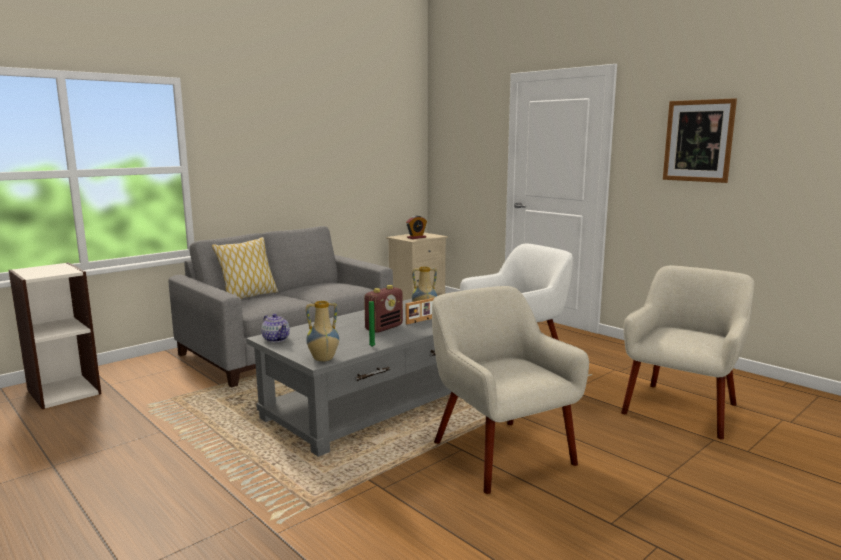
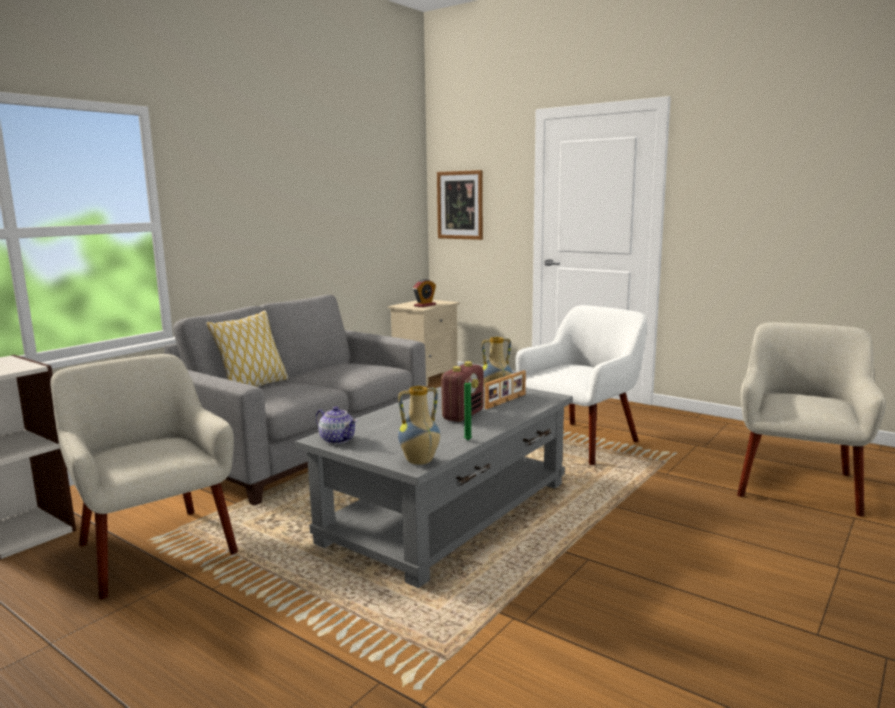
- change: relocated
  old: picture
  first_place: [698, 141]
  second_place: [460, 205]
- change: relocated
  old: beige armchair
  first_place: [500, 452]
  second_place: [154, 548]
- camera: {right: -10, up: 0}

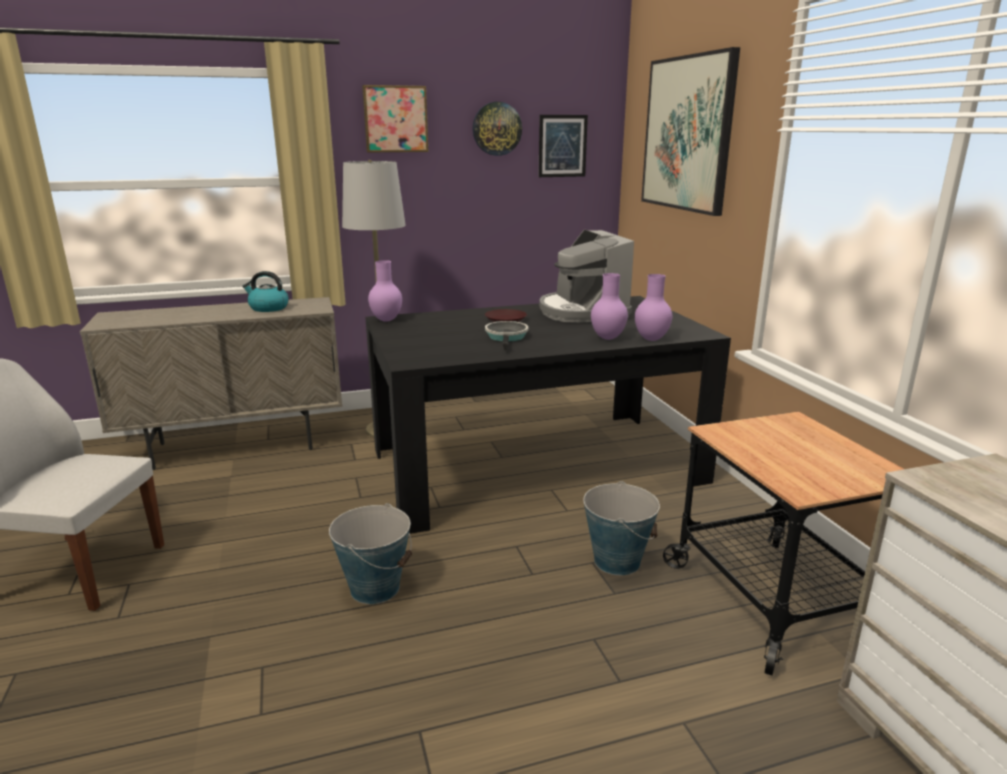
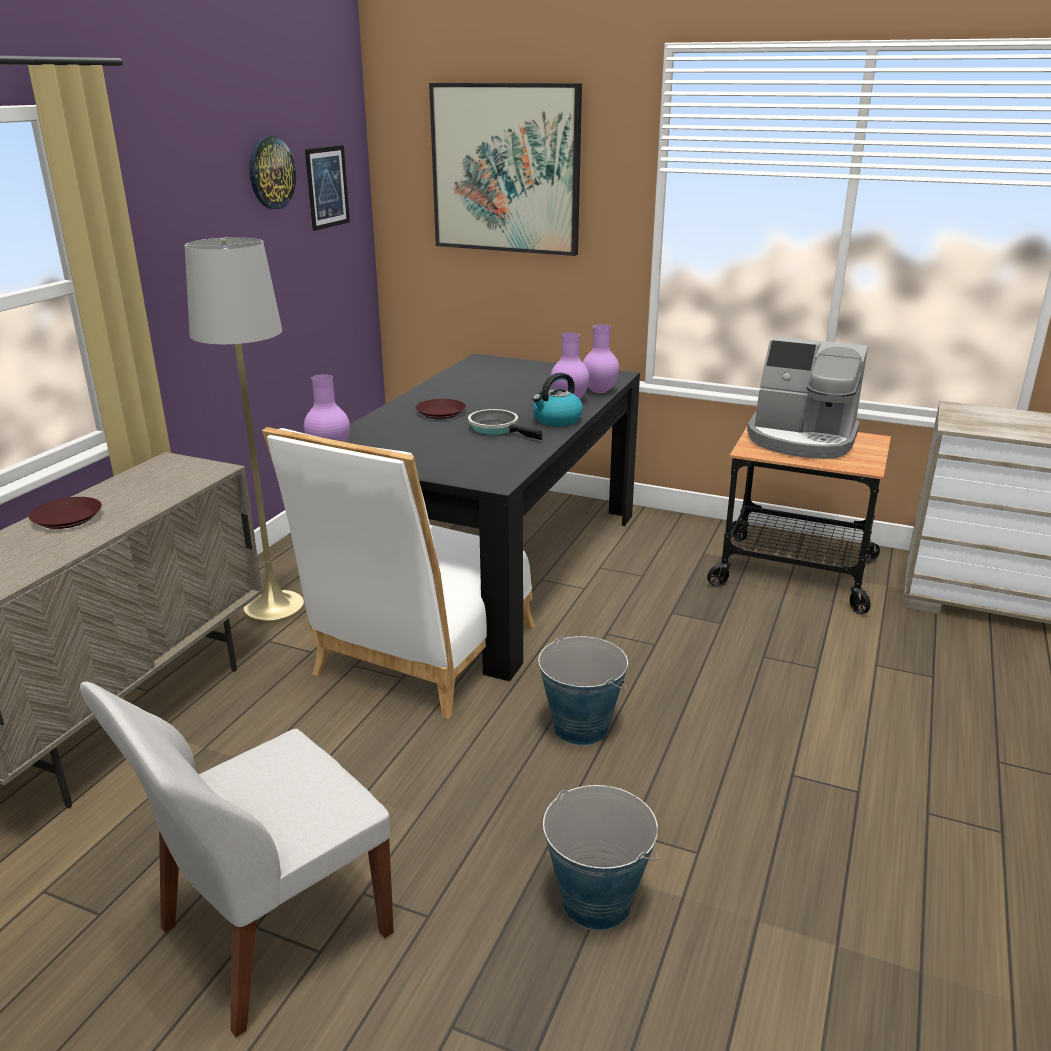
- change: missing
  old: picture
  first_place: [395, 119]
- change: relocated
  old: coffee machine
  first_place: [582, 312]
  second_place: [801, 439]
- change: relocated
  old: kettle
  first_place: [268, 308]
  second_place: [557, 420]
- change: relocated
  old: bucket
  first_place: [617, 561]
  second_place: [596, 901]
- change: appeared
  new: white chair
  second_place: [419, 656]
- change: appeared
  new: brown plate
  second_place: [67, 518]
- camera: {right: -50, up: 5}

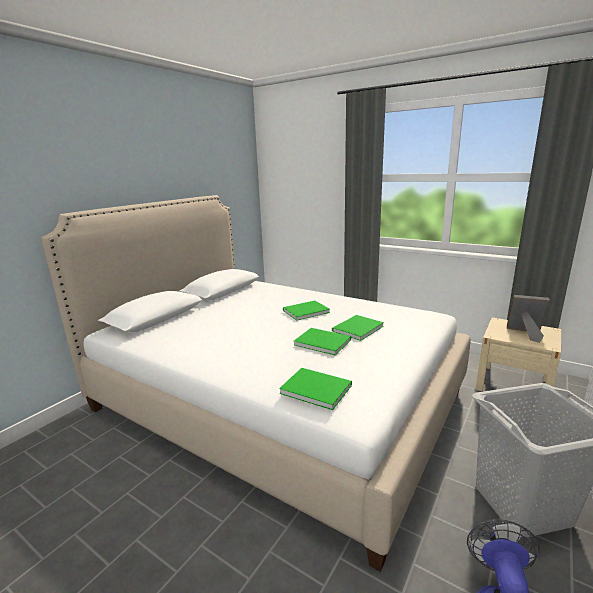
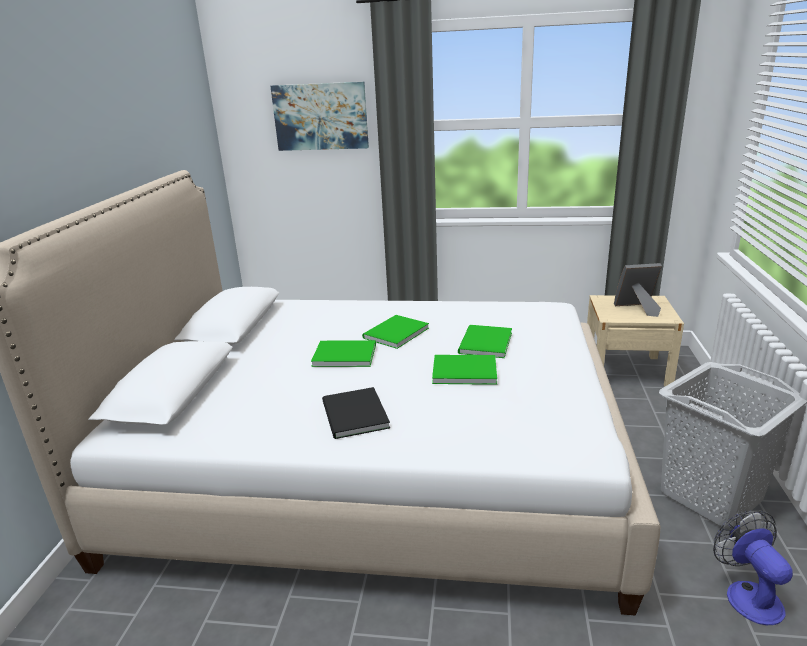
- change: relocated
  old: green book
  first_place: [315, 388]
  second_place: [343, 354]
- change: appeared
  new: picture
  second_place: [320, 116]
- change: appeared
  new: black book
  second_place: [353, 416]
- camera: {right: -25, up: 5}

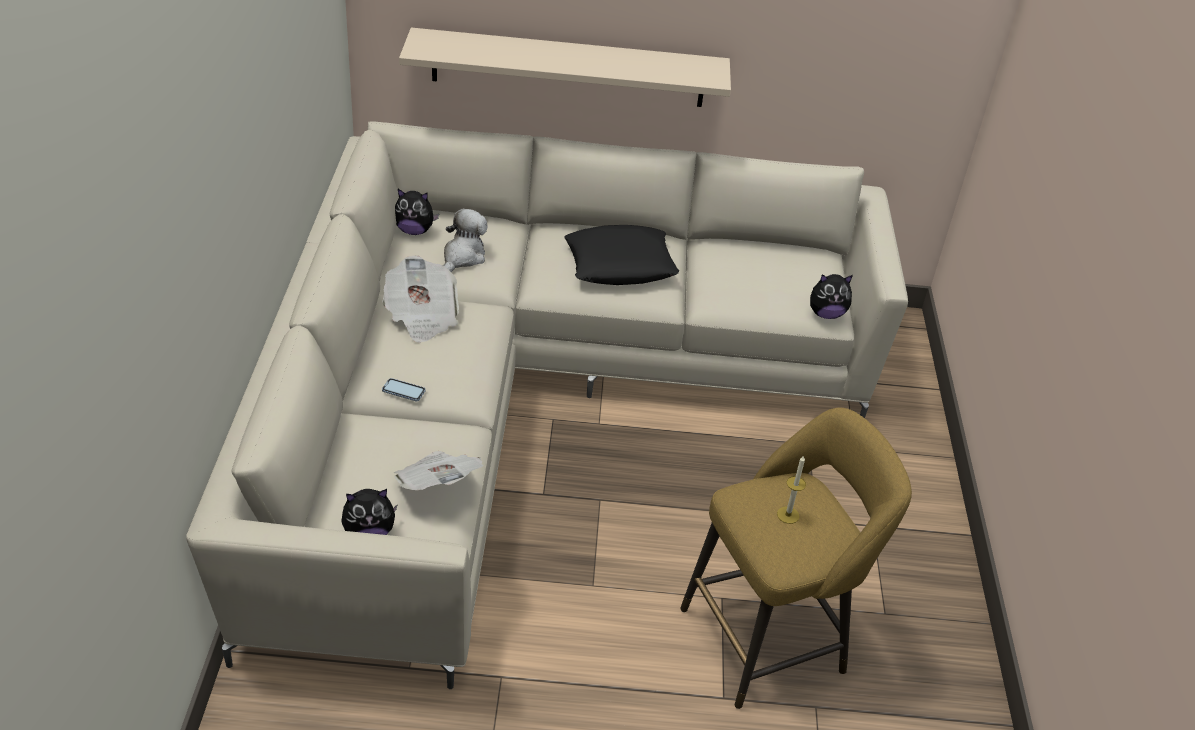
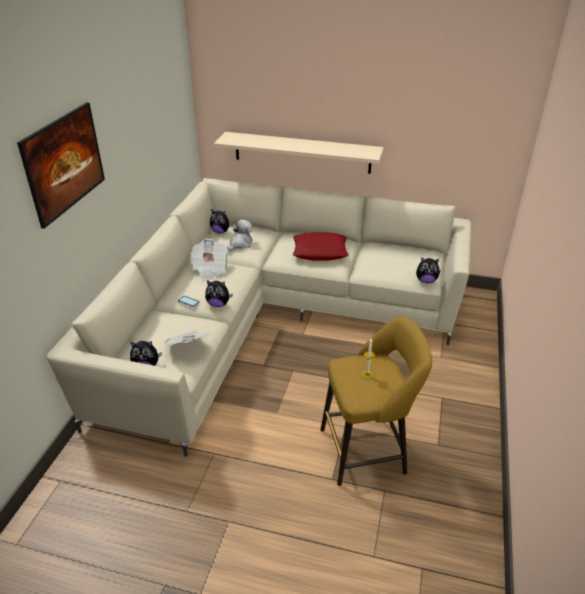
- change: colour
  old: black pillow
  new: red pillow
  first_place: [620, 264]
  second_place: [320, 251]
- change: appeared
  new: picture
  second_place: [69, 182]
- change: appeared
  new: plush toy
  second_place: [218, 304]
- camera: {right: 15, up: -5}

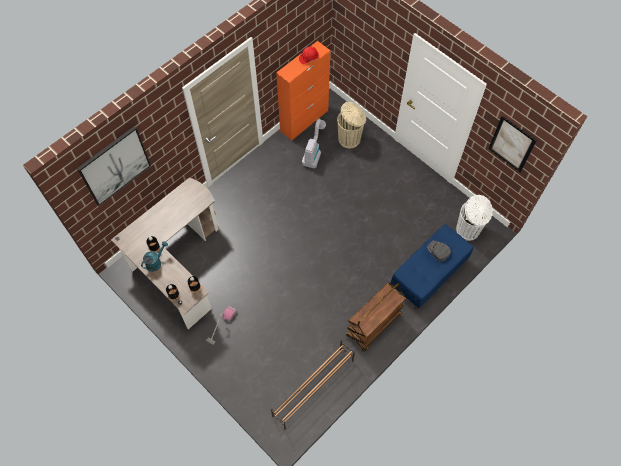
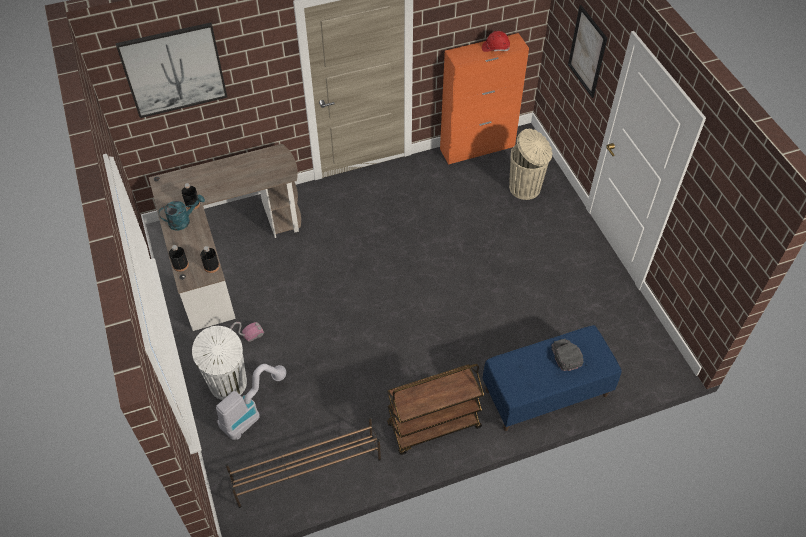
- change: relocated
  old: picture
  first_place: [511, 144]
  second_place: [587, 52]
- change: relocated
  old: vacuum cleaner
  first_place: [313, 152]
  second_place: [250, 412]
- change: relocated
  old: white trash can
  first_place: [468, 230]
  second_place: [228, 385]
- camera: {right: 25, up: -10}

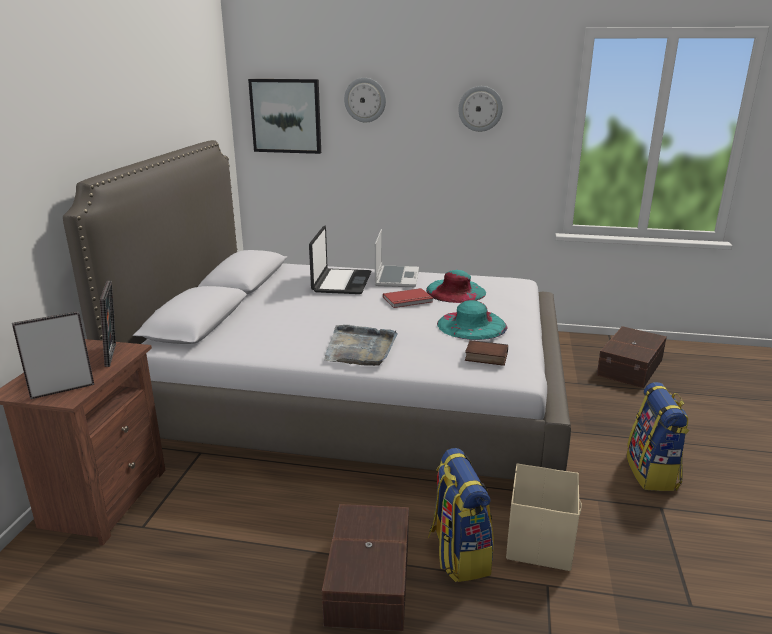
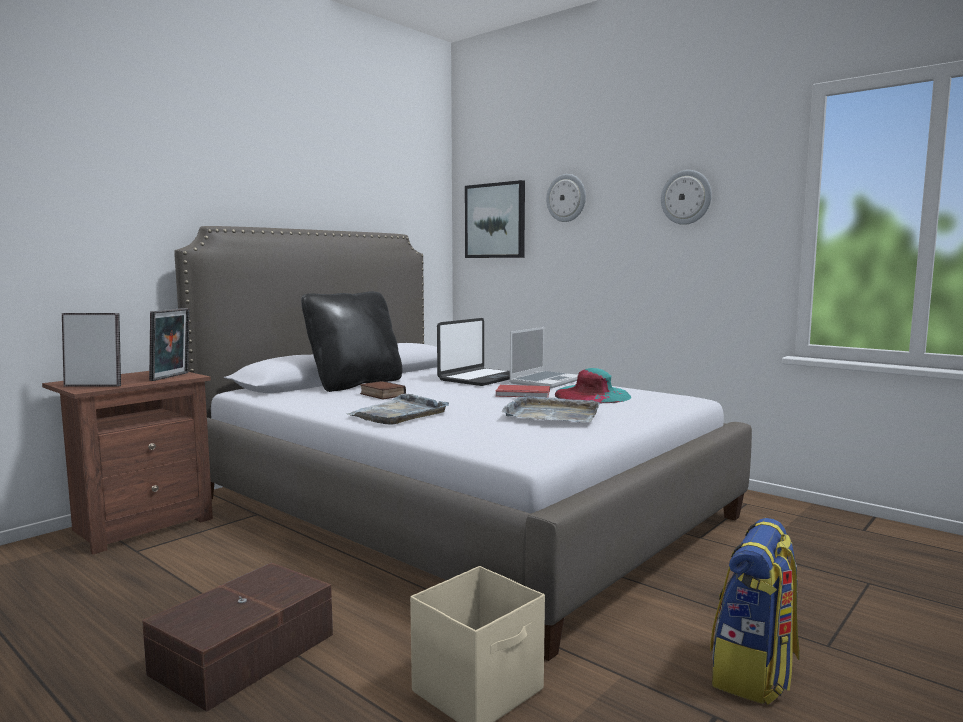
- change: exchanged
  old: turquoise hat
  new: grey tray
  first_place: [471, 325]
  second_place: [551, 414]
- change: missing
  old: brown storage box
  first_place: [631, 367]
- change: relocated
  old: book
  first_place: [485, 357]
  second_place: [381, 395]
- change: missing
  old: backpack
  first_place: [458, 554]
- change: appeared
  new: black pillow
  second_place: [355, 384]
- camera: {right: 30, up: -15}

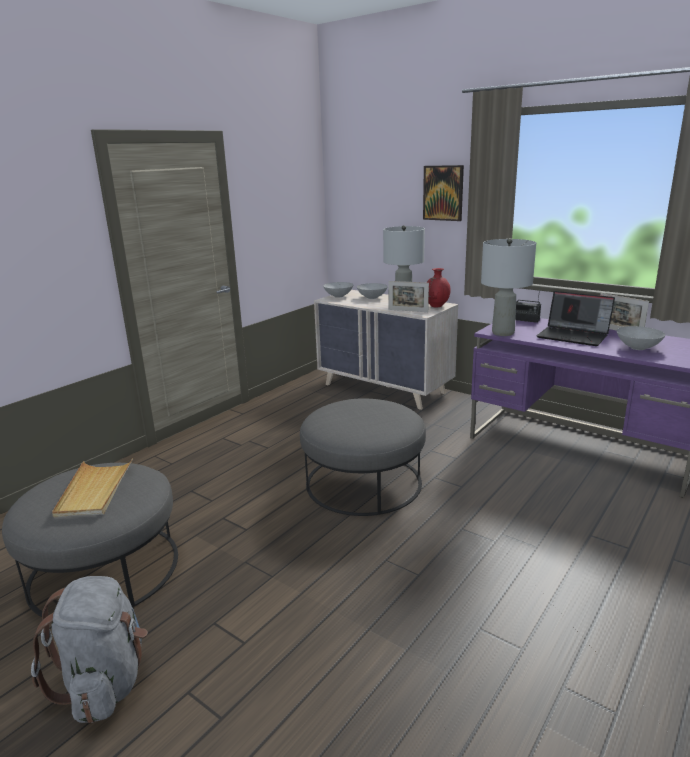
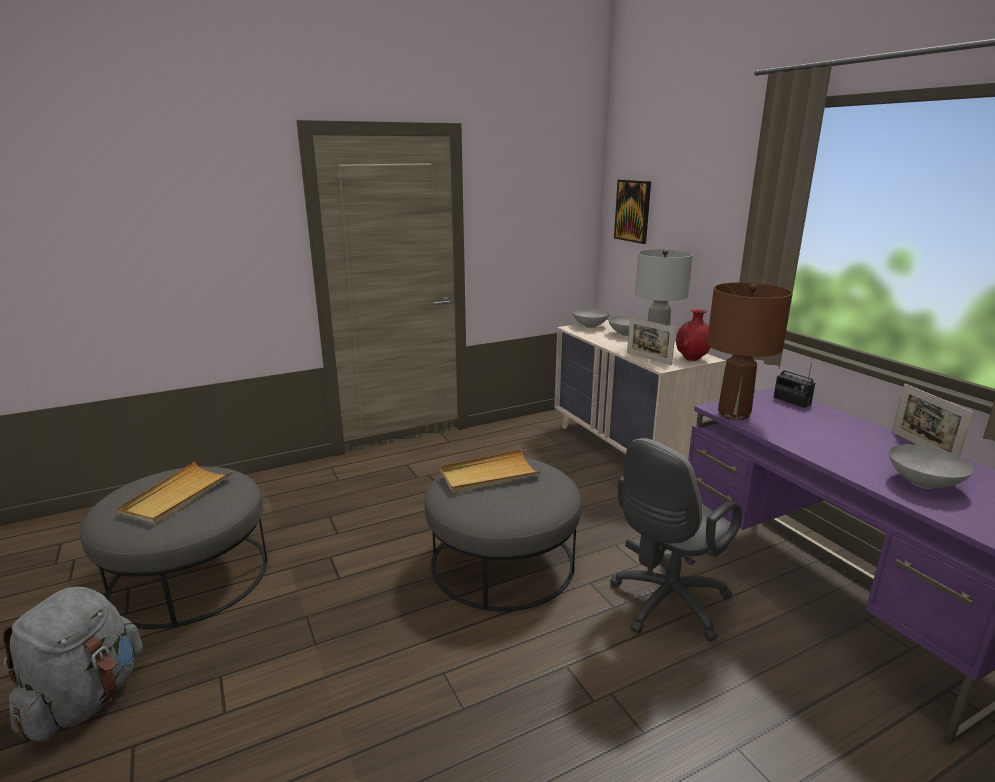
- change: relocated
  old: picture
  first_place: [443, 193]
  second_place: [633, 211]
- change: colour
  old: grey table lamp
  new: brown table lamp
  first_place: [502, 333]
  second_place: [733, 414]
- change: missing
  old: laptop
  first_place: [574, 336]
- change: appeared
  new: grey office chair
  second_place: [665, 605]
- change: appeared
  new: beige tray
  second_place: [488, 475]
- camera: {right: 25, up: 0}

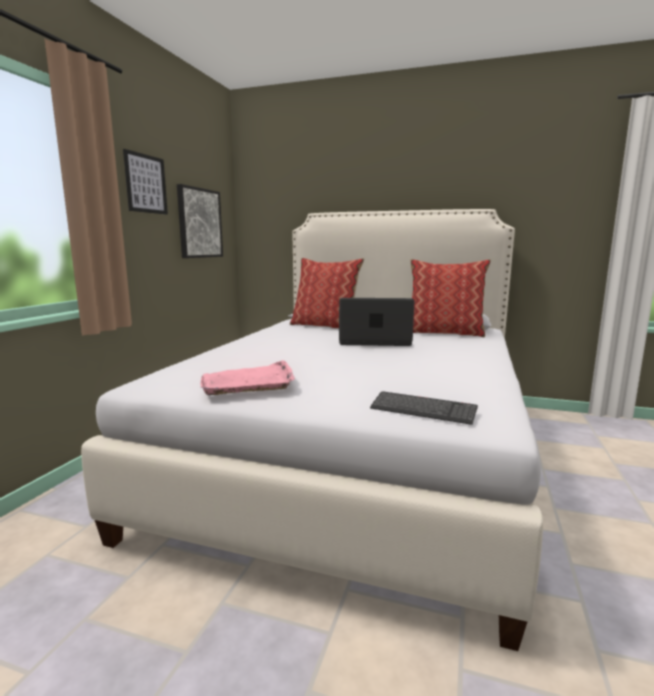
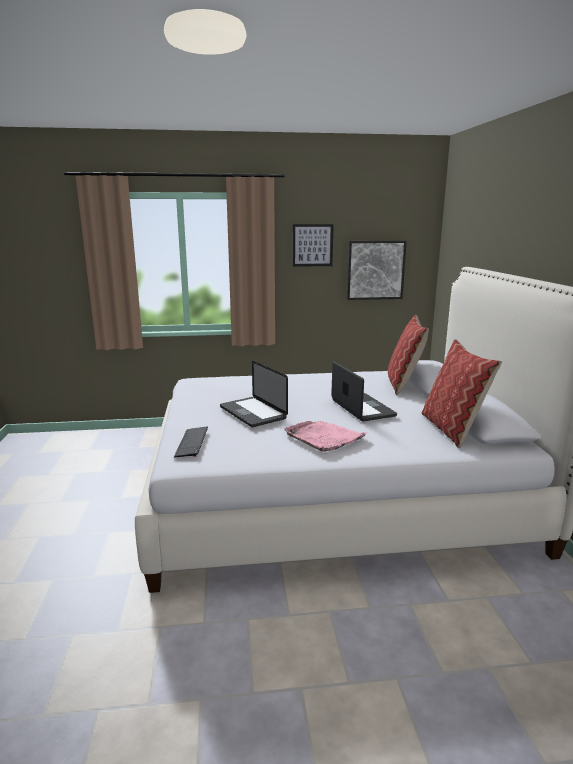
- change: relocated
  old: pink tray
  first_place: [248, 382]
  second_place: [324, 437]
- change: appeared
  new: laptop
  second_place: [252, 413]
- camera: {right: 65, up: 5}

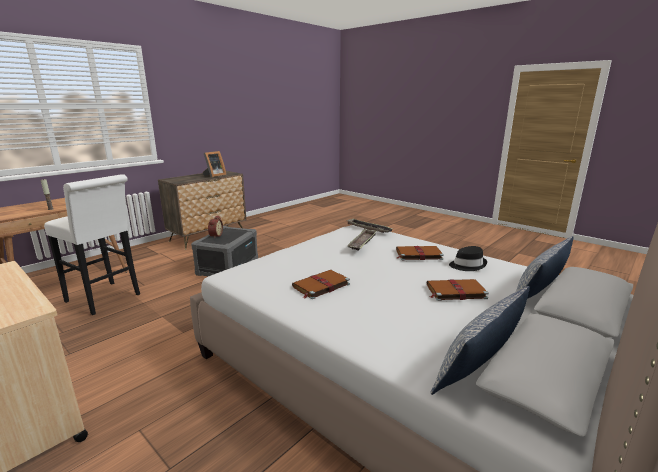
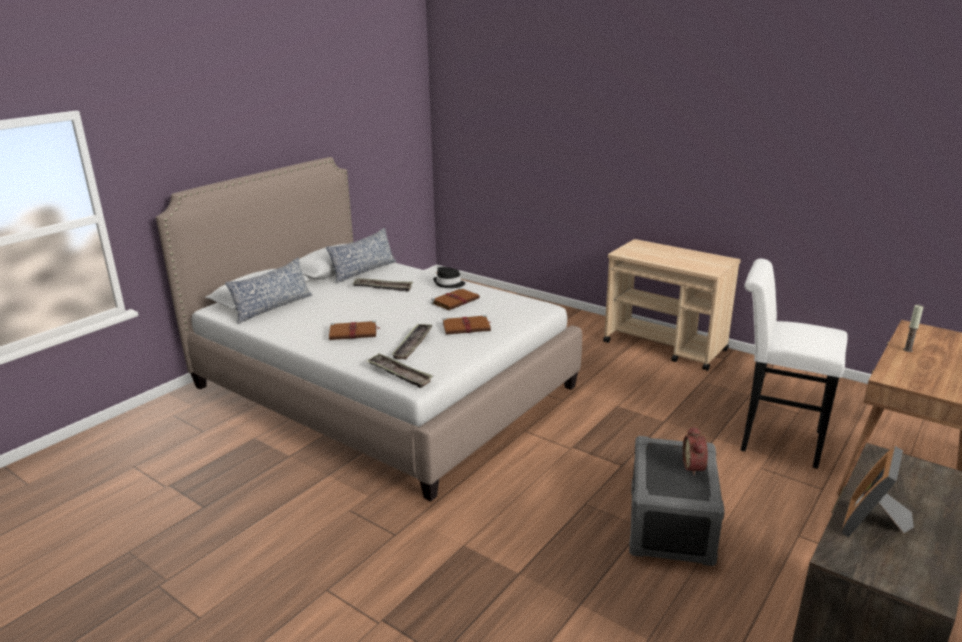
- change: relocated
  old: black hat
  first_place: [467, 265]
  second_place: [449, 284]
- change: relocated
  old: brown book
  first_place: [455, 291]
  second_place: [467, 327]
- change: appeared
  new: tray
  second_place: [383, 287]
- camera: {right: 175, up: 5}

